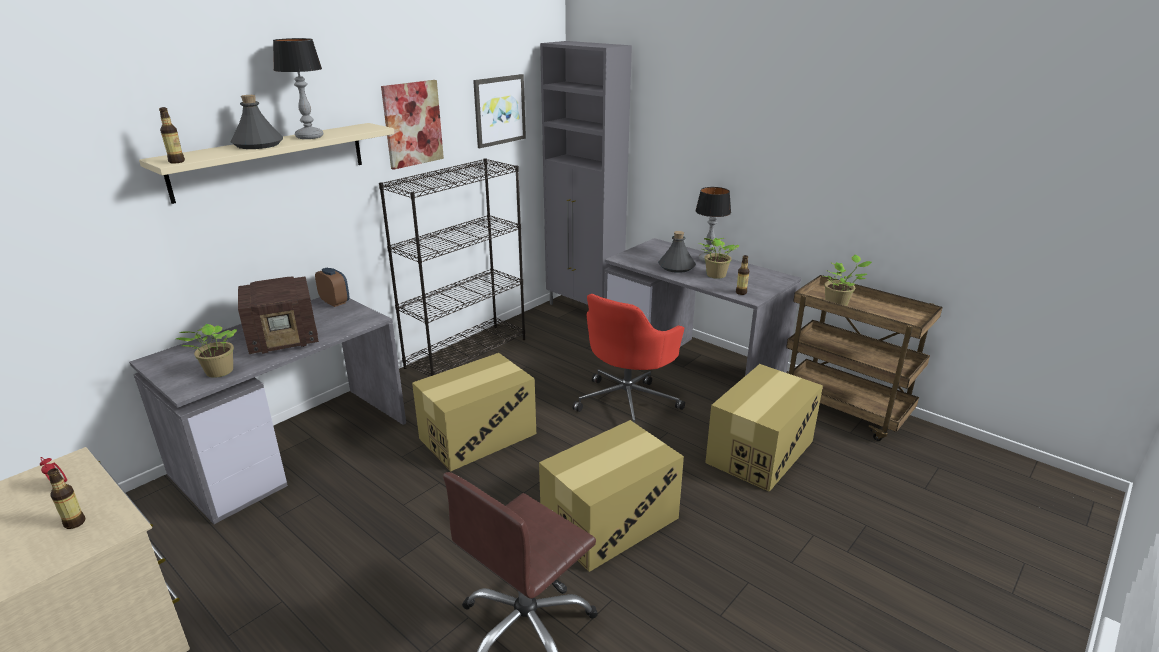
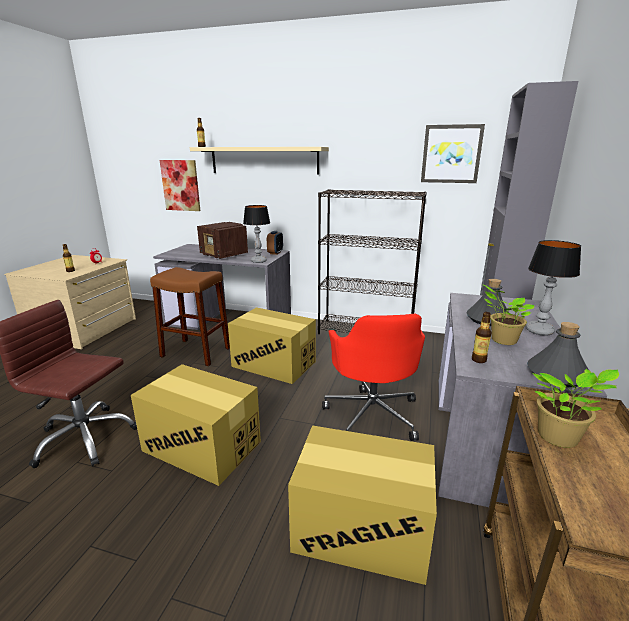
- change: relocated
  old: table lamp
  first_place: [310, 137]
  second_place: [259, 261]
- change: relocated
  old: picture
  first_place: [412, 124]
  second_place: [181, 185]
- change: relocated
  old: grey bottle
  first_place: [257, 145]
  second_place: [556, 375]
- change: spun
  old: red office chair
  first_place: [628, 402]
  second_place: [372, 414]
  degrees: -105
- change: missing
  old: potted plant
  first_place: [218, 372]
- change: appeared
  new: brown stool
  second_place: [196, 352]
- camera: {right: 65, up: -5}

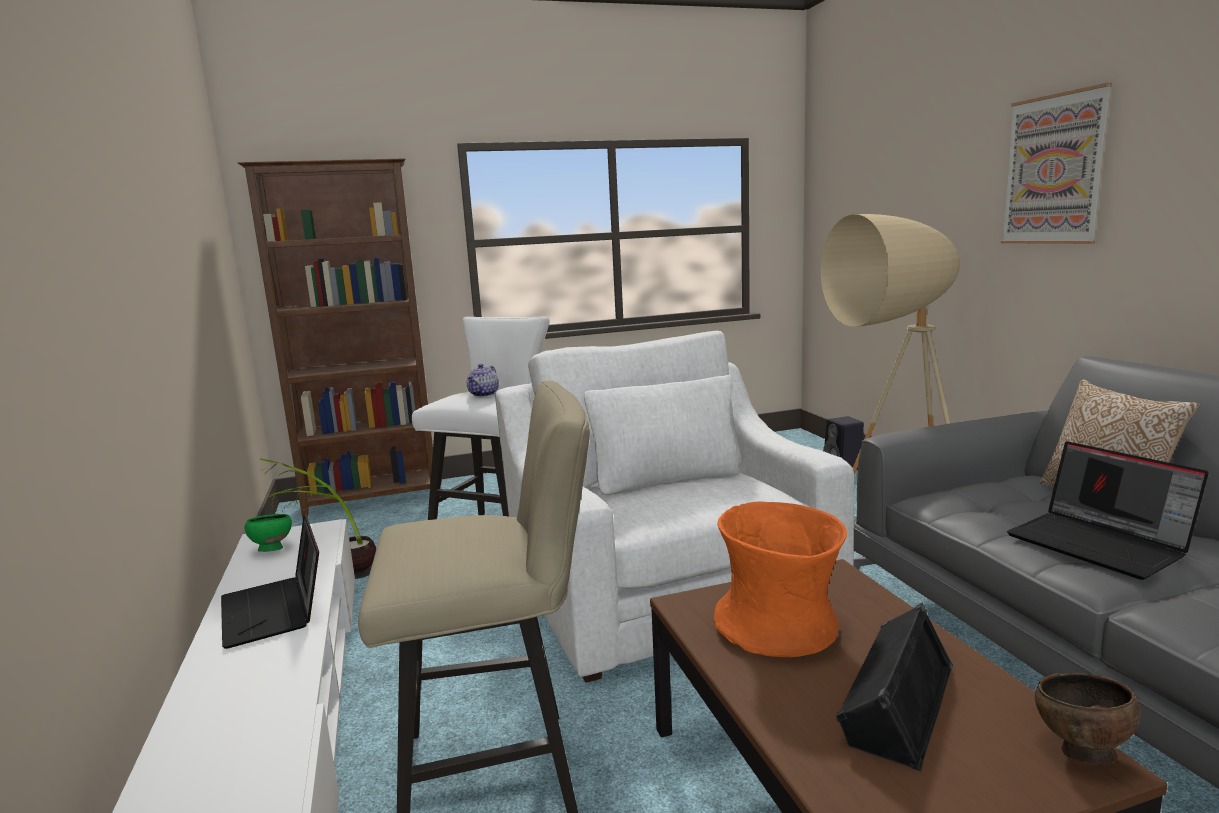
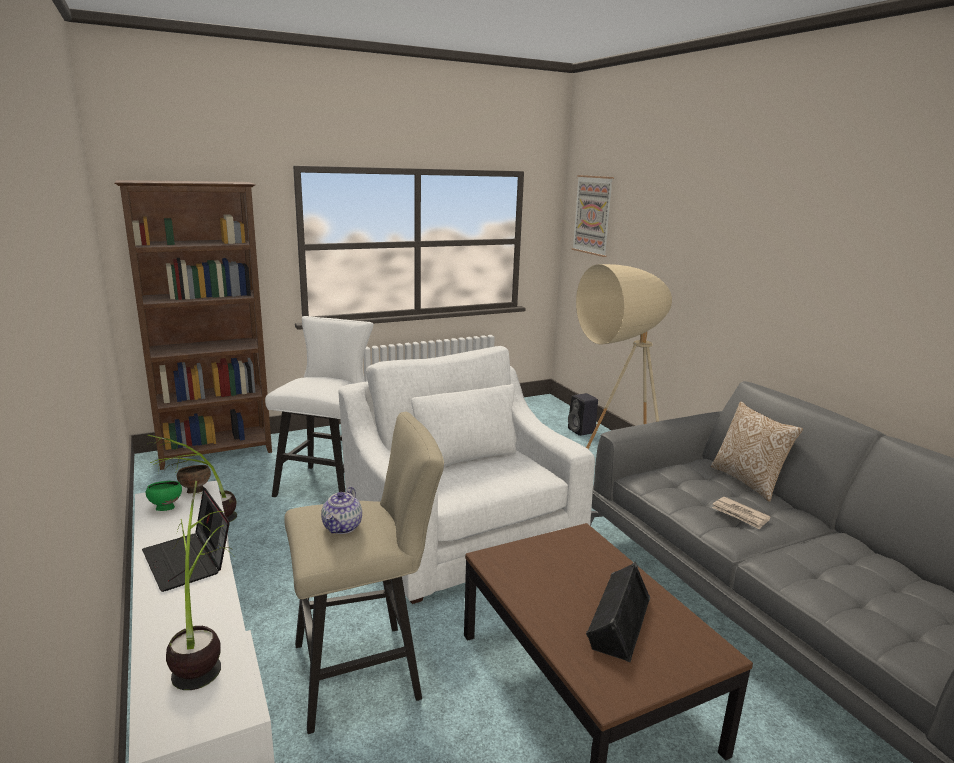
- change: relocated
  old: picture
  first_place: [1053, 170]
  second_place: [593, 215]
- change: relocated
  old: teapot
  first_place: [484, 394]
  second_place: [342, 527]
- change: exchanged
  old: laptop
  new: newspaper
  first_place: [1100, 544]
  second_place: [740, 515]
- change: missing
  old: orange vase
  first_place: [779, 627]
- change: relocated
  old: brown bowl
  first_place: [1080, 752]
  second_place: [195, 491]
- change: appeared
  new: potted plant
  second_place: [203, 650]
- camera: {right: -10, up: 5}

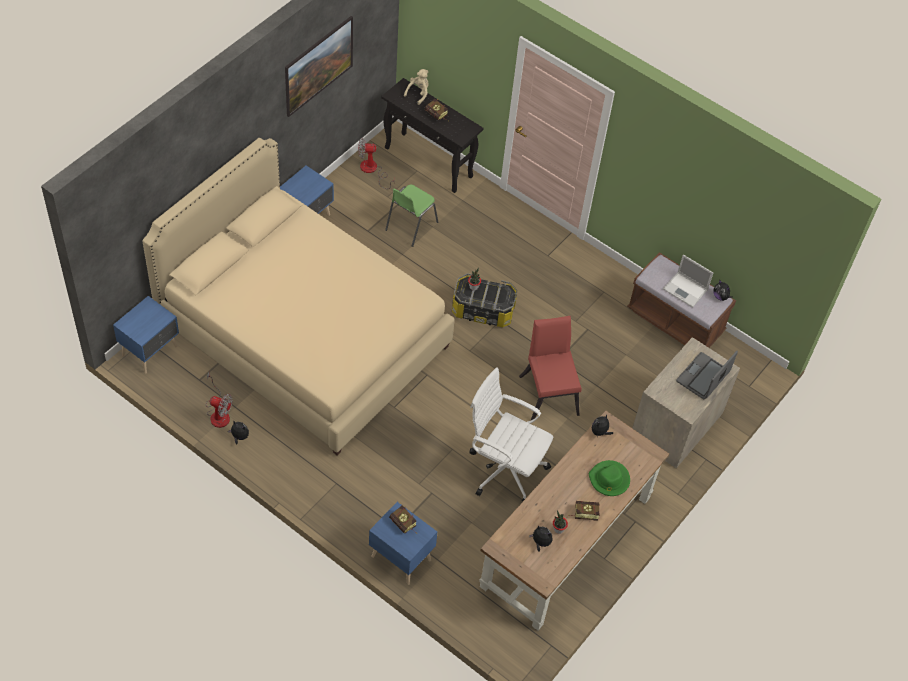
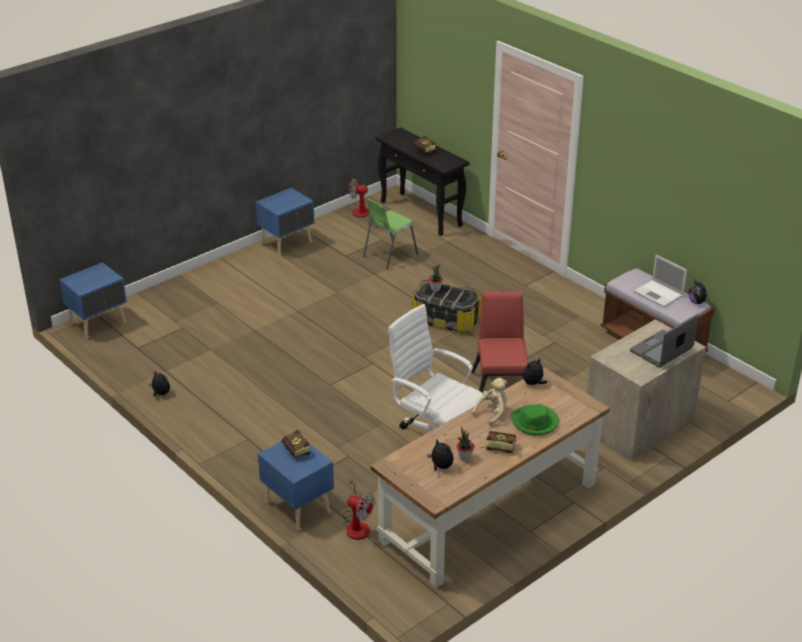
- change: missing
  old: picture
  first_place: [319, 78]
- change: relocated
  old: beige plush toy
  first_place: [418, 93]
  second_place: [492, 412]
- change: missing
  old: beige bed
  first_place: [304, 335]
- change: relocated
  old: fan
  first_place: [218, 413]
  second_place: [357, 525]
- camera: {right: 15, up: -20}

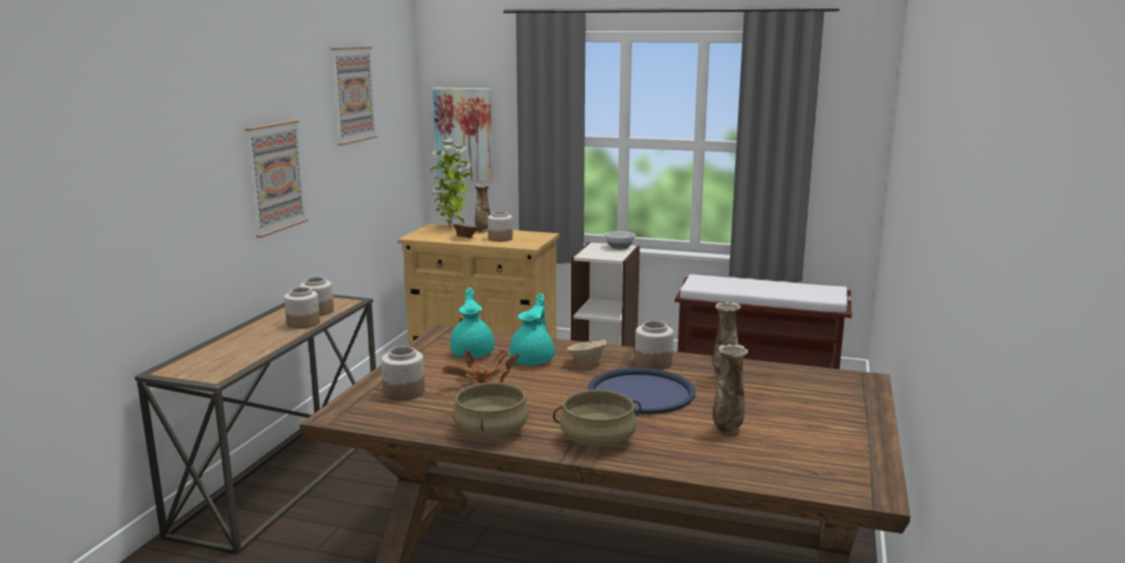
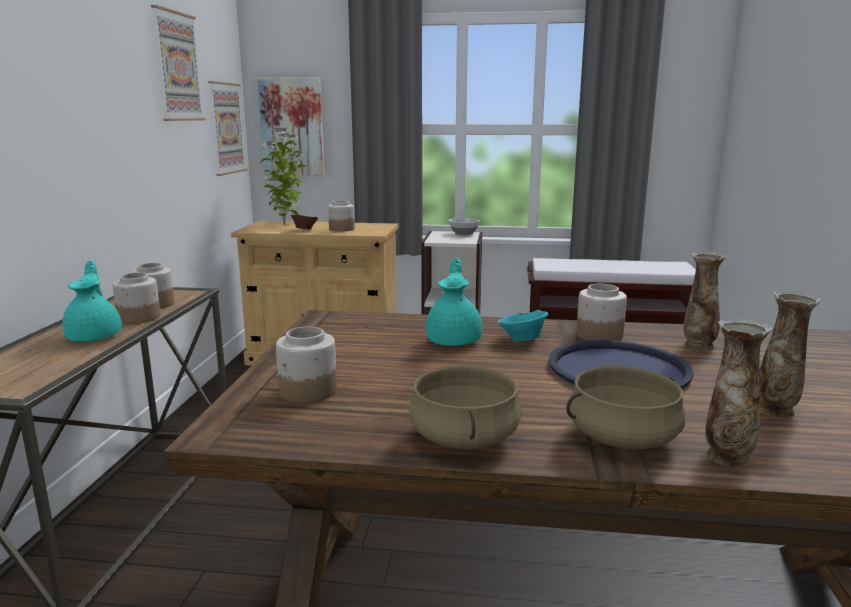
- change: relocated
  old: picture
  first_place: [275, 177]
  second_place: [226, 128]
- change: relocated
  old: vase
  first_place: [483, 231]
  second_place: [727, 456]
- change: relocated
  old: turquoise teapot
  first_place: [473, 352]
  second_place: [96, 336]
- change: colour
  old: beige bowl
  new: turquoise bowl
  first_place: [586, 363]
  second_place: [522, 340]
- change: missing
  old: potted plant
  first_place: [482, 381]
- camera: {right: -10, up: 0}

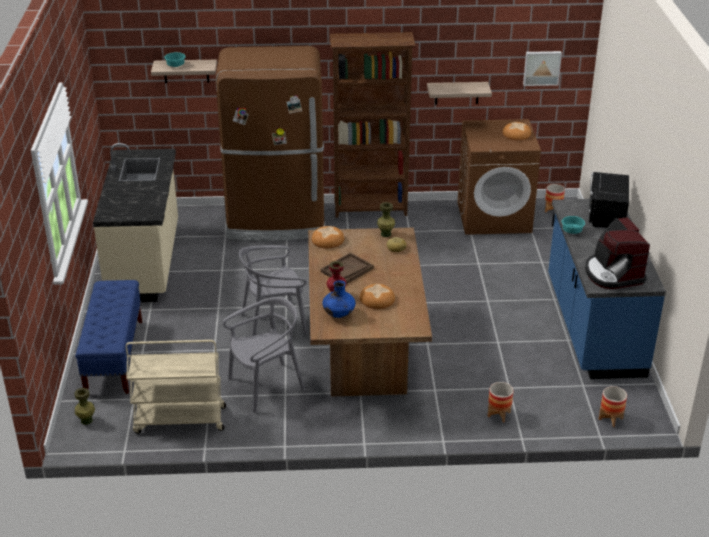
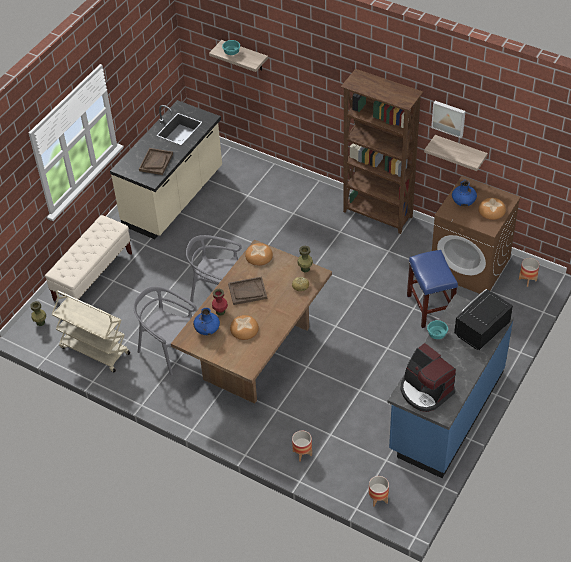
- change: missing
  old: brown fridge
  first_place: [276, 222]
- change: relocated
  old: picture
  first_place: [541, 67]
  second_place: [449, 118]
- change: spun
  old: coffee machine
  first_place: [613, 274]
  second_place: [425, 391]
  degrees: -60
- change: colour
  old: blue bench
  new: beige bench
  first_place: [114, 357]
  second_place: [93, 276]
- change: spun
  old: grey chair
  first_place: [266, 386]
  second_place: [168, 349]
  degrees: -150
- change: appeared
  new: brown tray
  second_place: [156, 162]
- change: appeared
  new: blue vase
  second_place: [463, 202]
- change: appeared
  new: blue stool
  second_place: [430, 308]
- camera: {right: 35, up: 15}

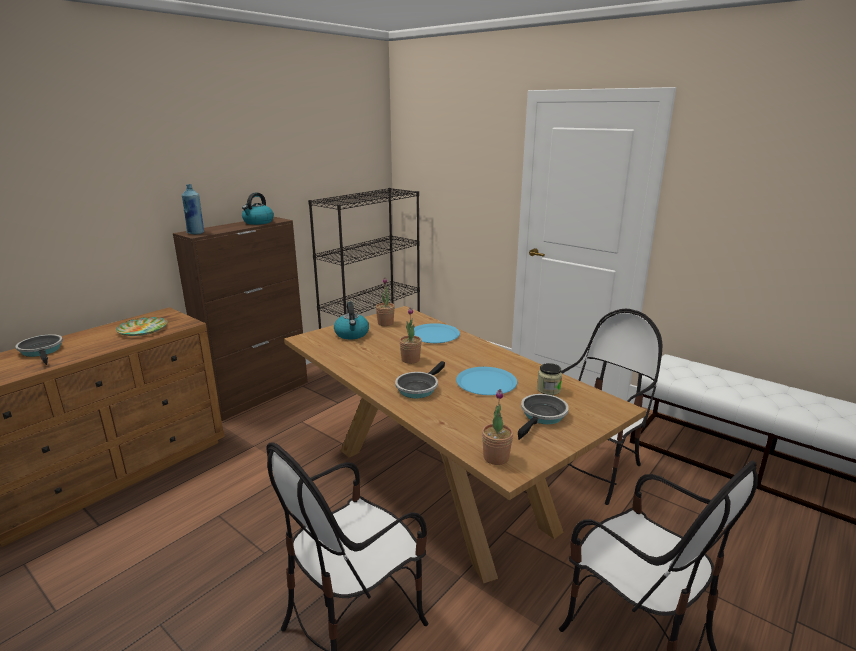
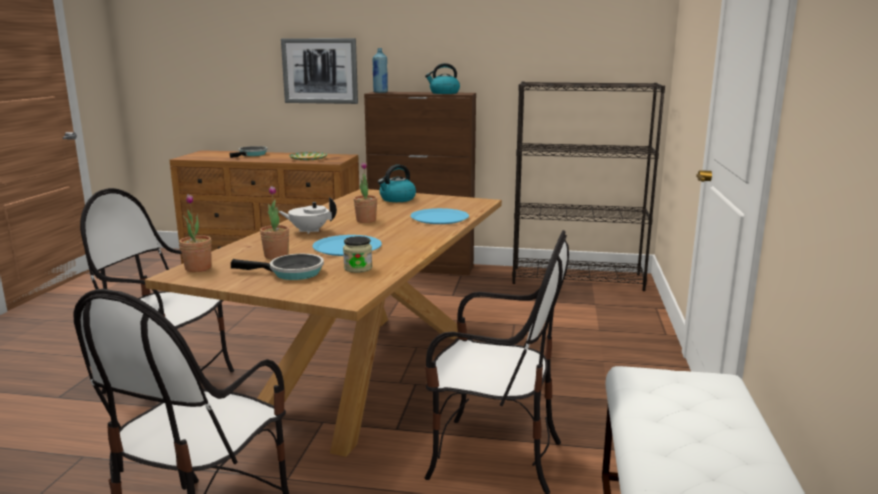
- change: relocated
  old: potted plant
  first_place: [385, 323]
  second_place: [276, 256]
- change: exchanged
  old: frying pan
  new: white teapot
  first_place: [418, 388]
  second_place: [309, 231]
- change: appeared
  new: picture
  second_place: [320, 71]
- camera: {right: 60, up: -5}

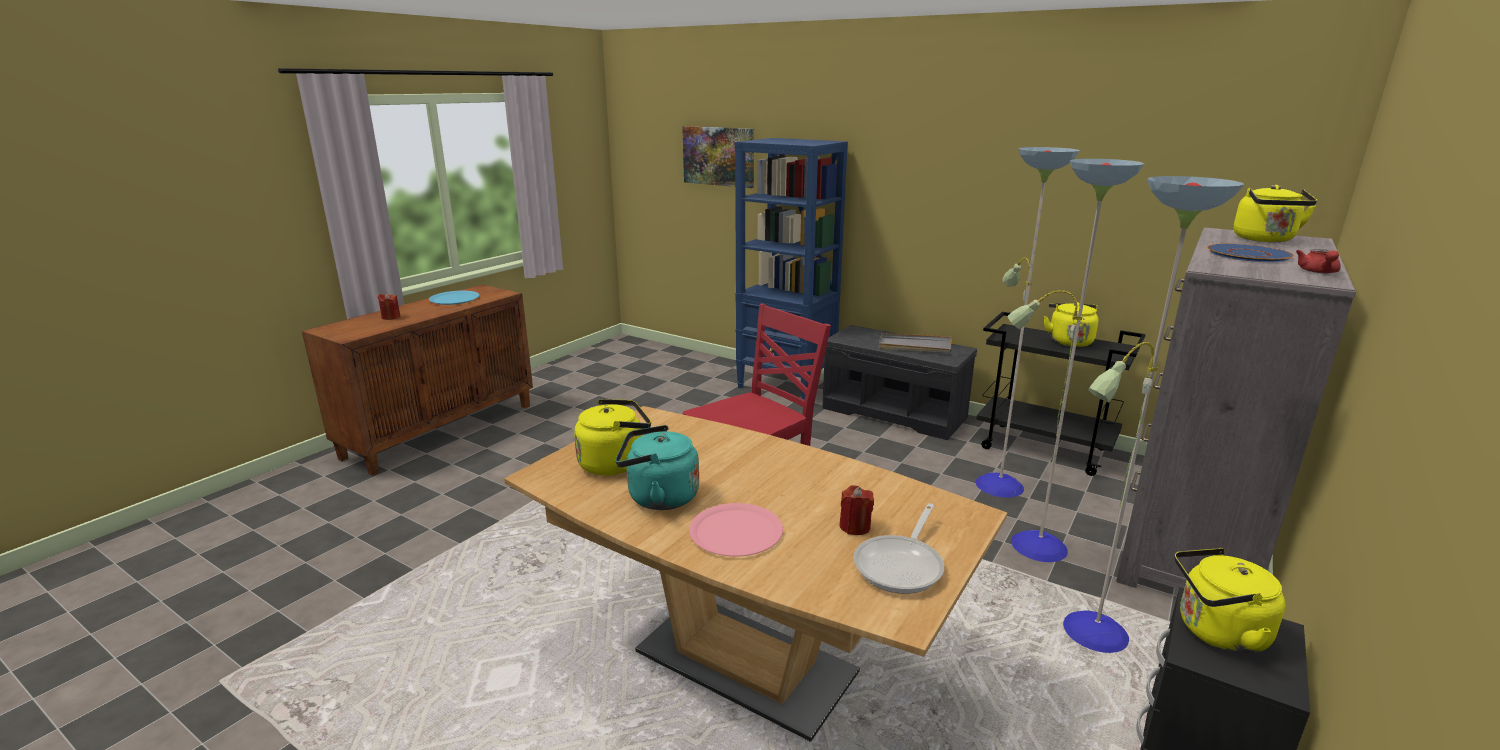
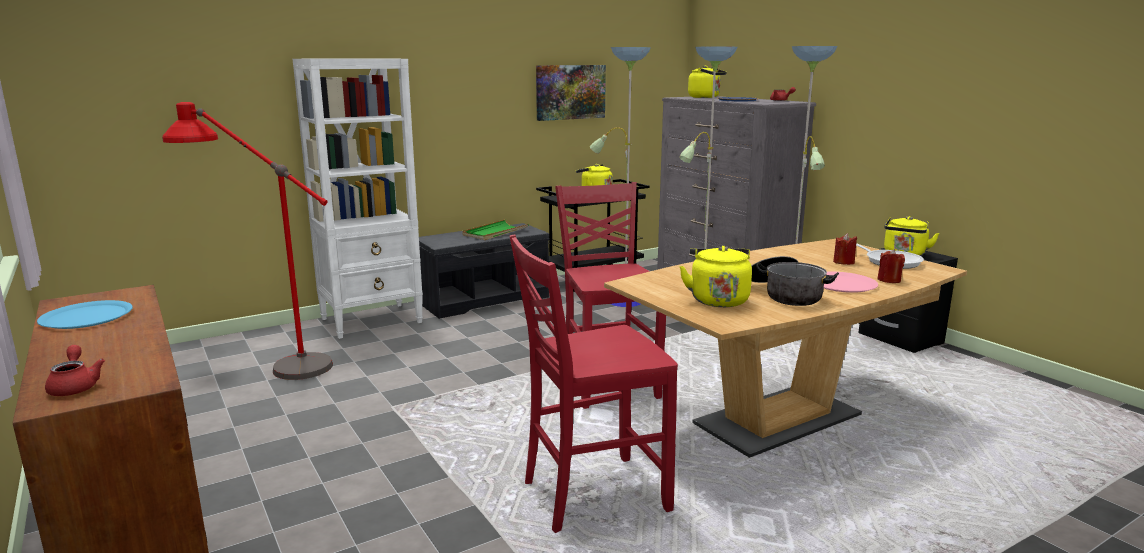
- change: relocated
  old: picture
  first_place: [719, 156]
  second_place: [570, 92]
- change: colour
  old: blue bookcase
  new: white bookcase
  first_place: [787, 386]
  second_place: [372, 320]
- change: relocated
  old: red candle
  first_place: [391, 317]
  second_place: [889, 280]
- change: colour
  old: grey tray
  new: green tray
  first_place: [914, 346]
  second_place: [495, 232]
- change: exchanged
  old: turquoise kettle
  new: cooking pot
  first_place: [658, 497]
  second_place: [785, 294]
- change: appeared
  new: red floor lamp
  second_place: [270, 362]
- change: appeared
  new: red chair
  second_place: [591, 495]
- change: appeared
  new: red teapot
  second_place: [75, 386]
- camera: {right: -65, up: -5}

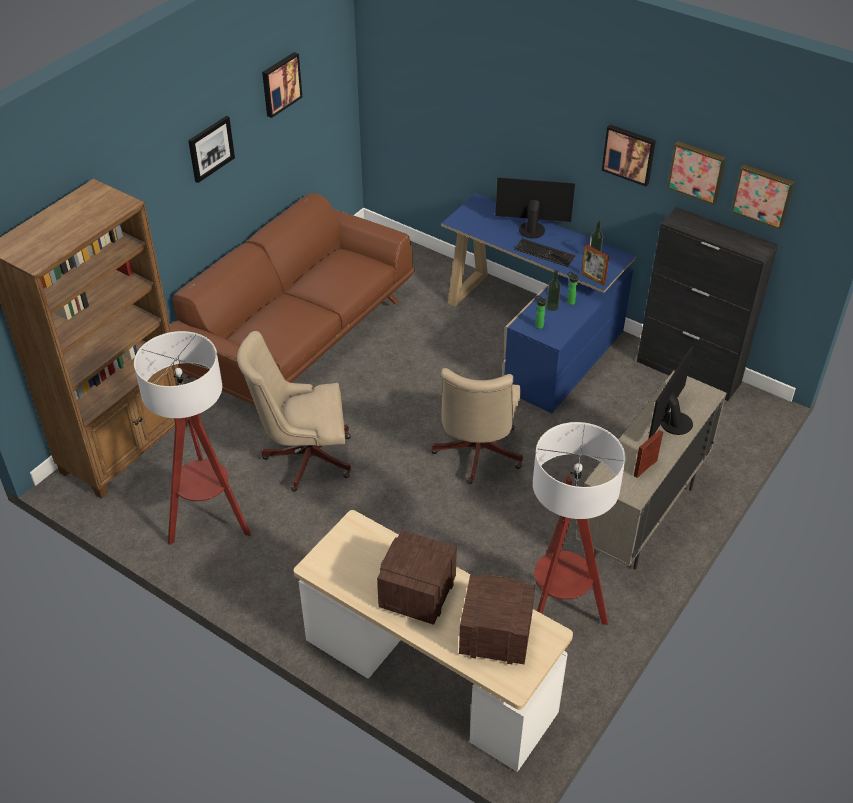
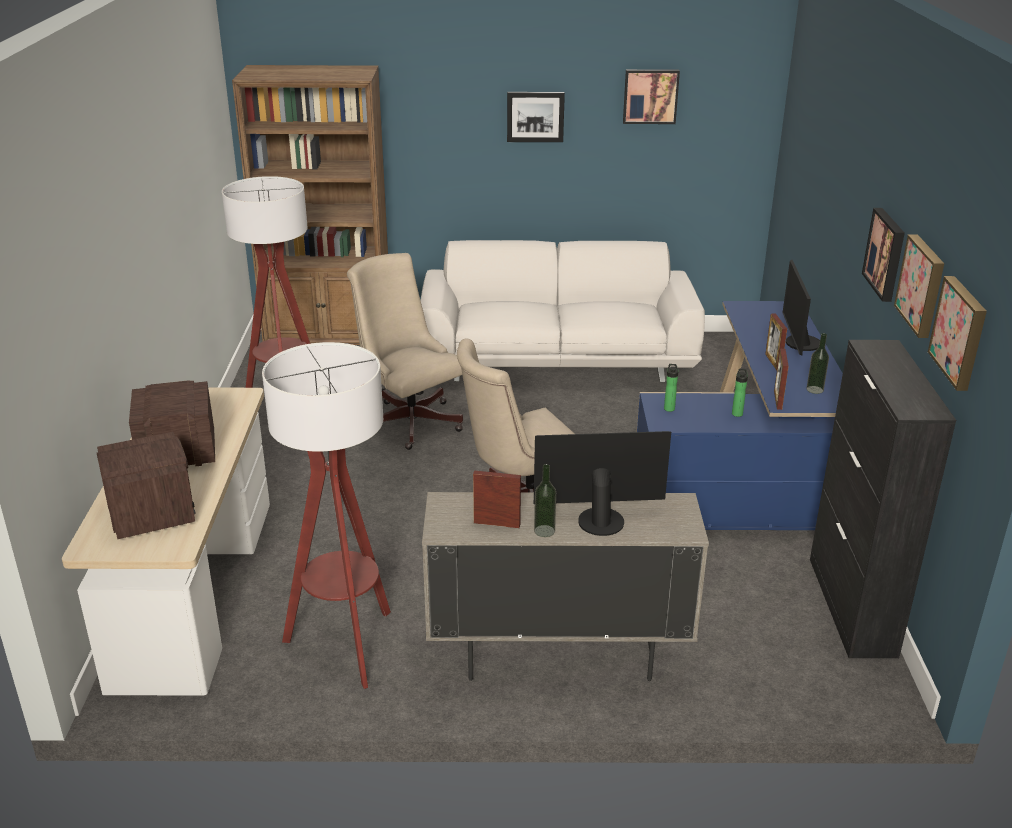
- change: spun
  old: monitor
  first_place: [531, 228]
  second_place: [798, 343]
  degrees: -150
- change: colour
  old: brown sofa
  new: white sofa
  first_place: [298, 335]
  second_place: [557, 360]
- change: exchanged
  old: keyboard
  new: picture frame
  first_place: [545, 252]
  second_place: [773, 362]
- change: relocated
  old: bottle
  first_place: [552, 307]
  second_place: [544, 531]
- camera: {right: 55, up: -15}

